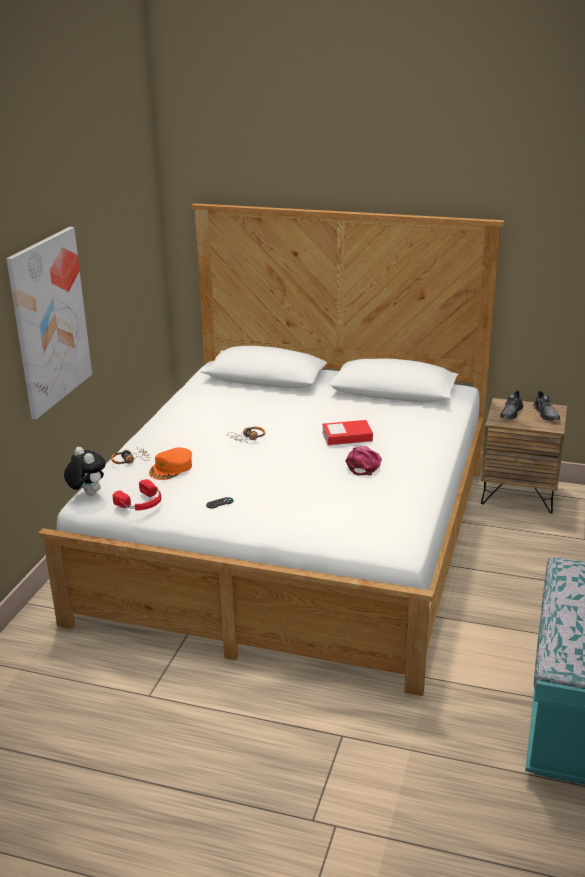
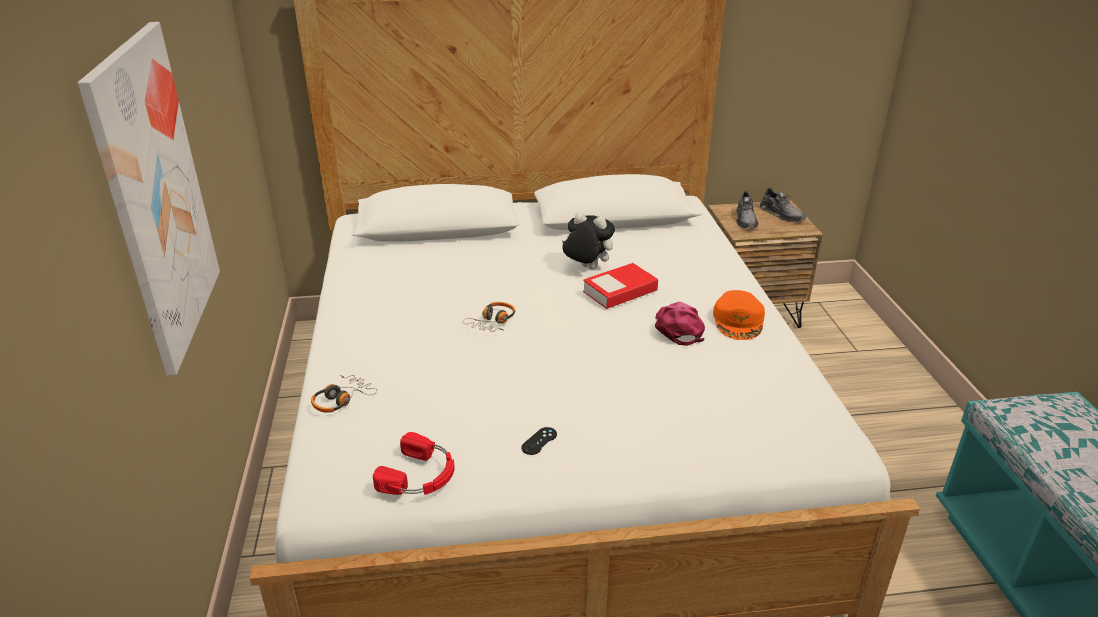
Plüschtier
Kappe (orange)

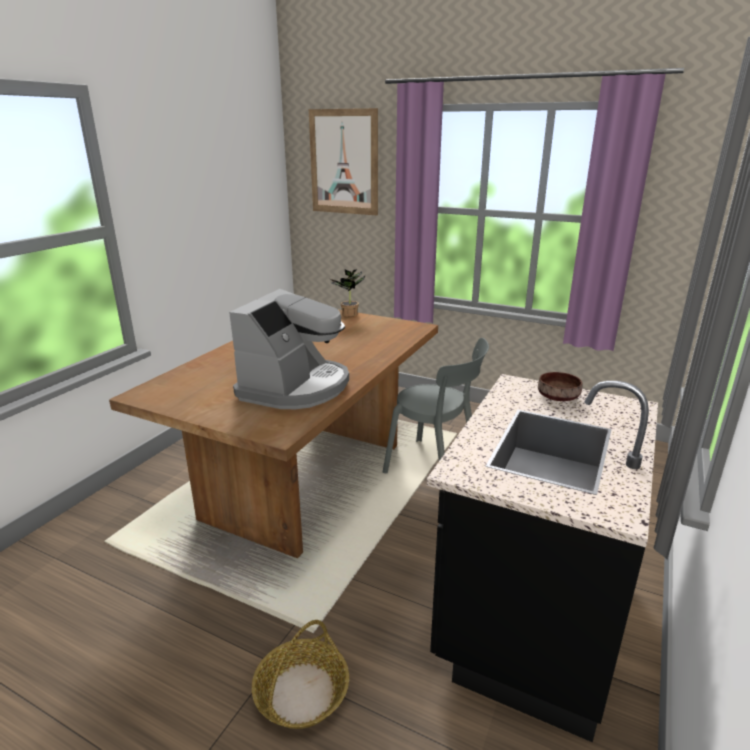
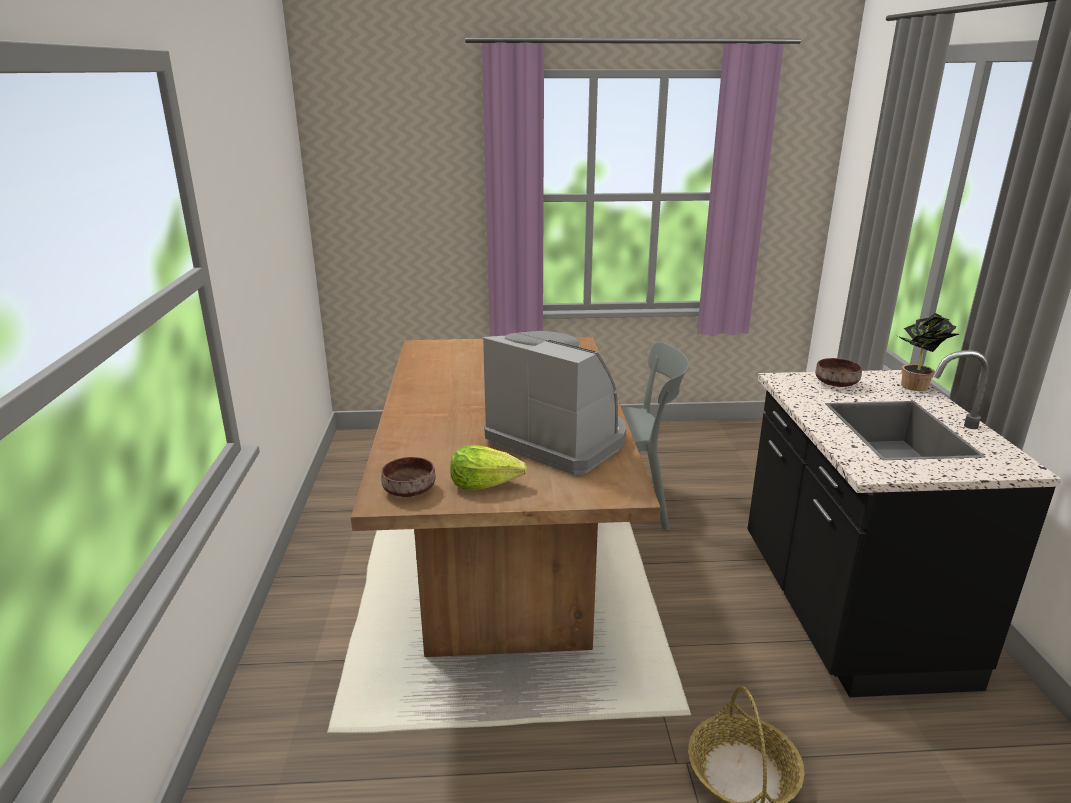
Schüssel (braun) (1st from left)
Salatkopf
Kaffeemaschine
Topfpflanze
Bild

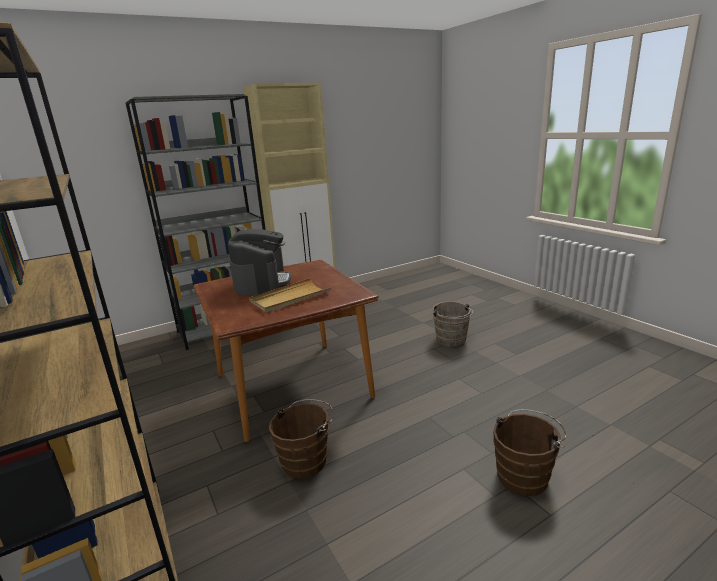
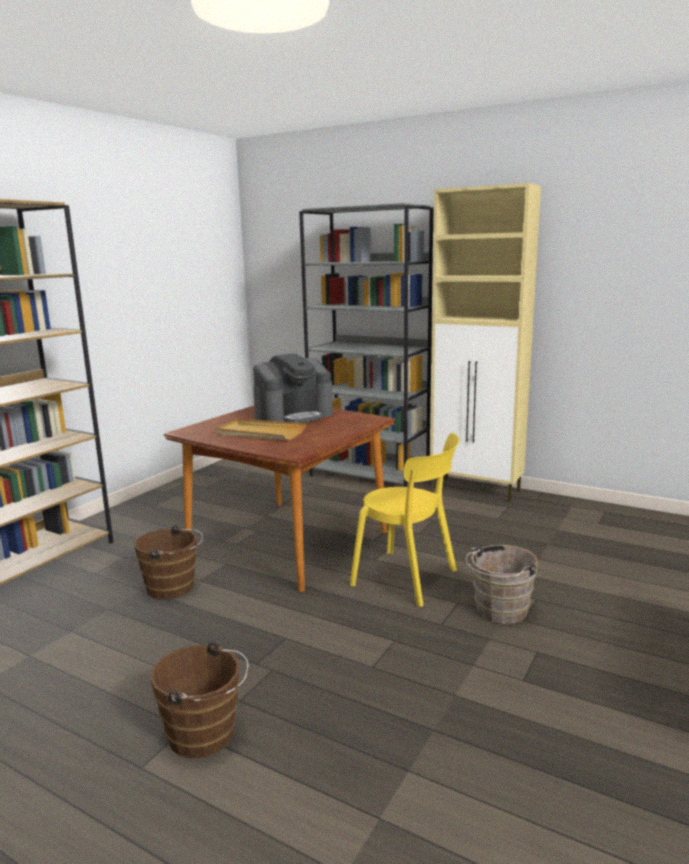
Stuhl (gelb)

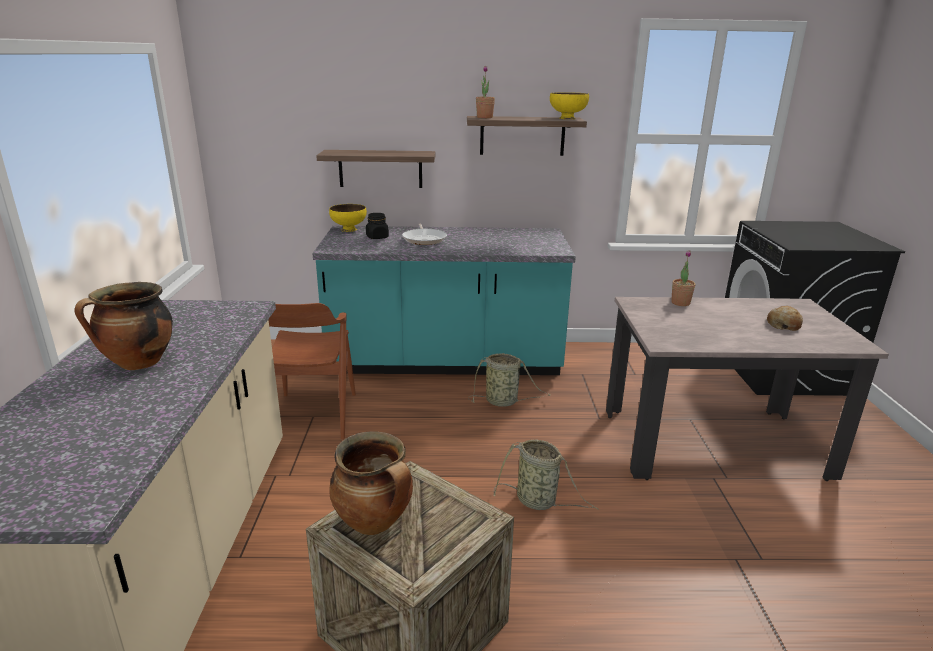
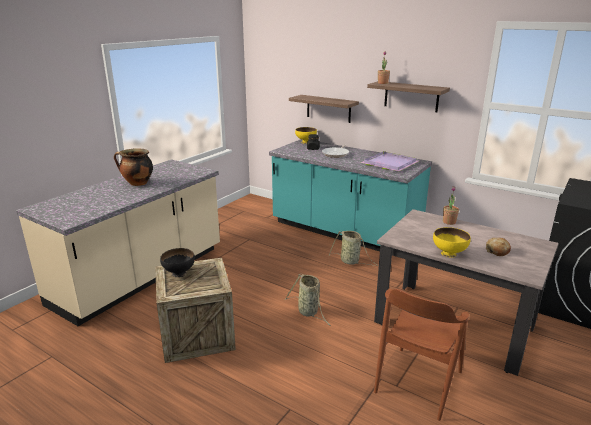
Schüssel (schwarz)
Tablett (lila)
Stuhl (braun)
Schüssel (gelb) (2nd from left)

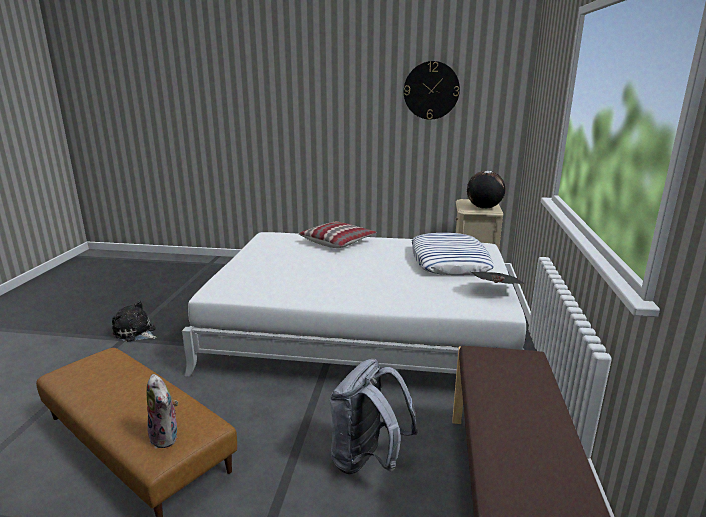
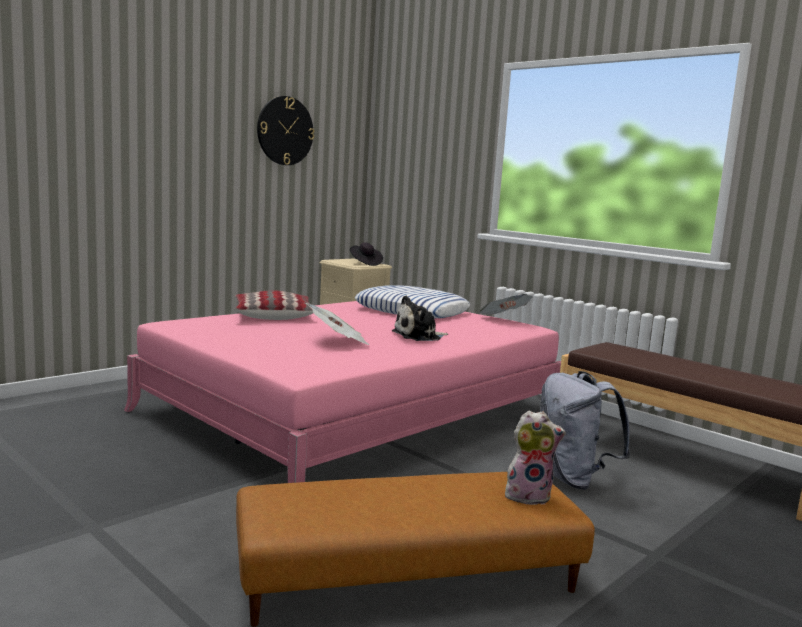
Bett (rosa)
Zeitung (1st from left)
Hut (schwarz)
Plüschtier (1st from left)

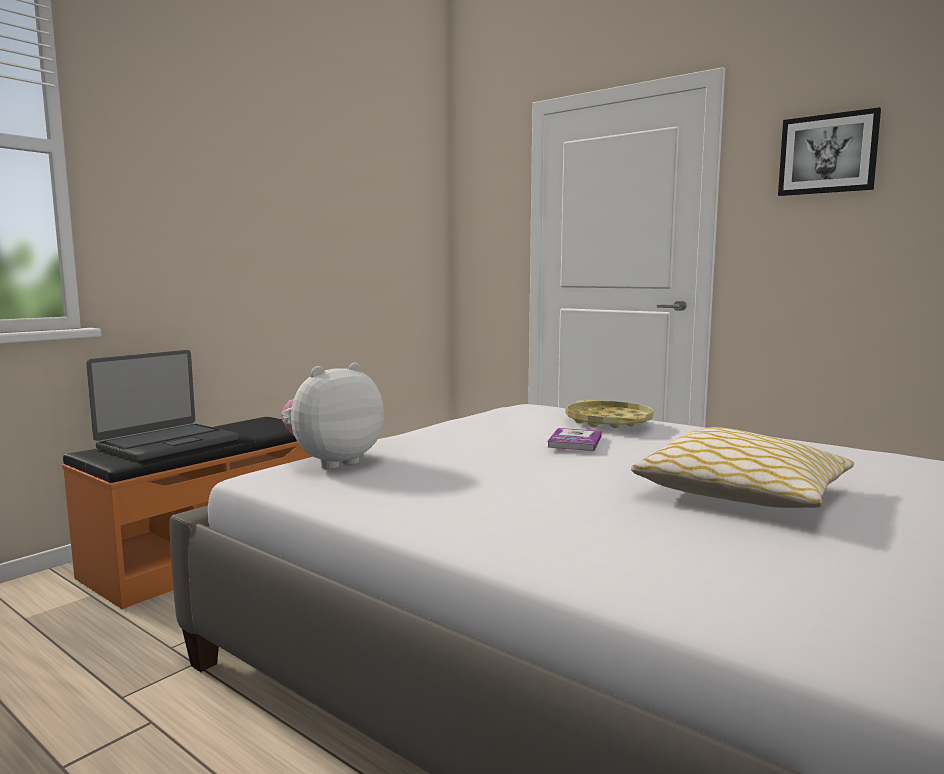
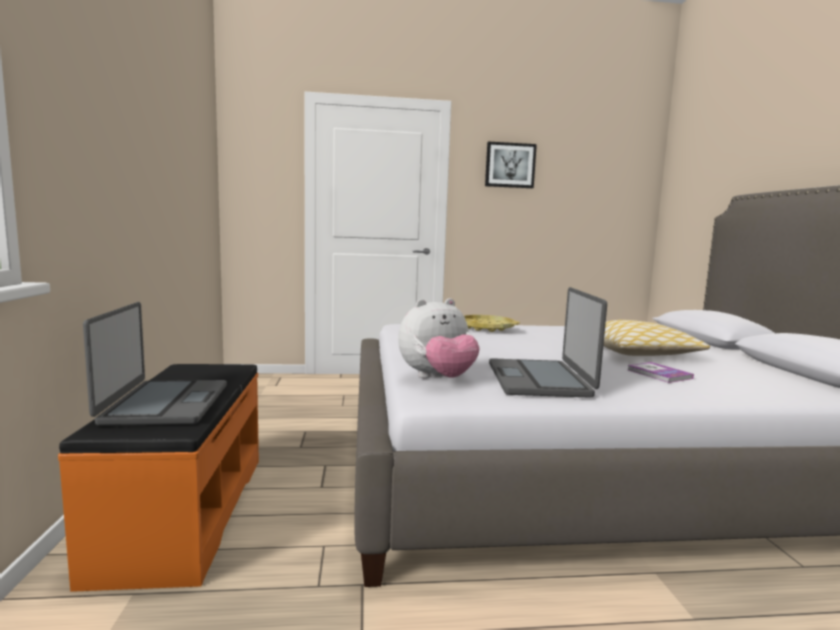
Plüschtier
Laptop (2nd from left)
Buch

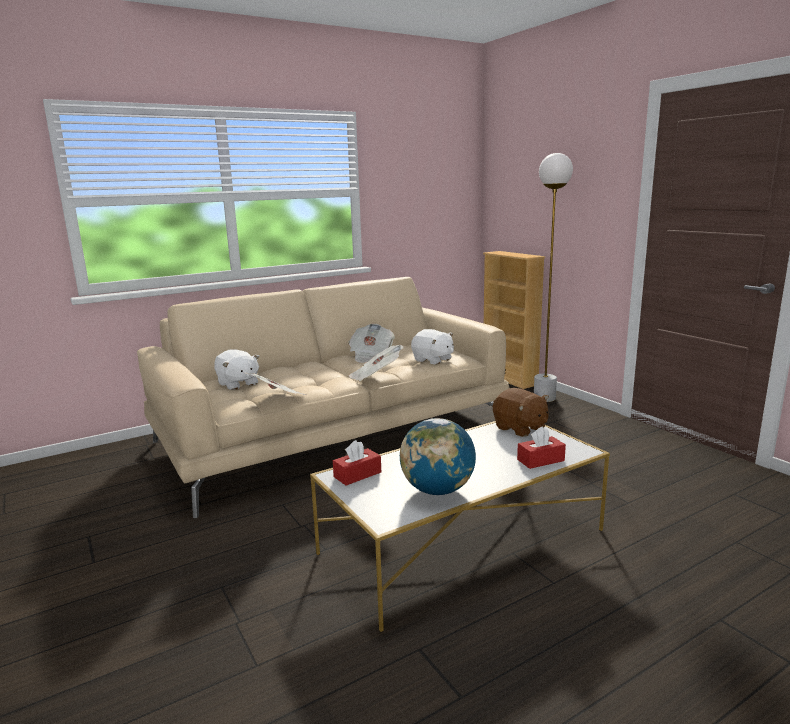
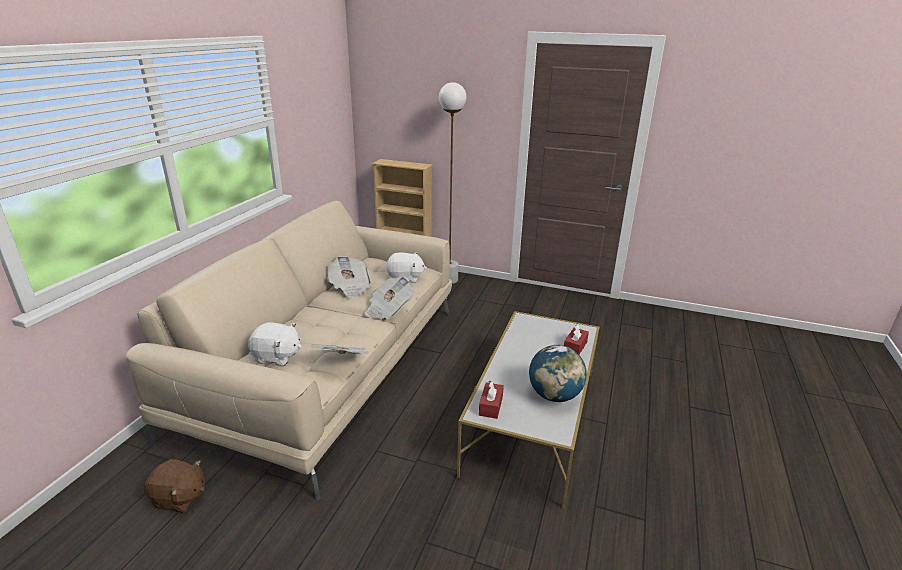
Plüschtier (braun)

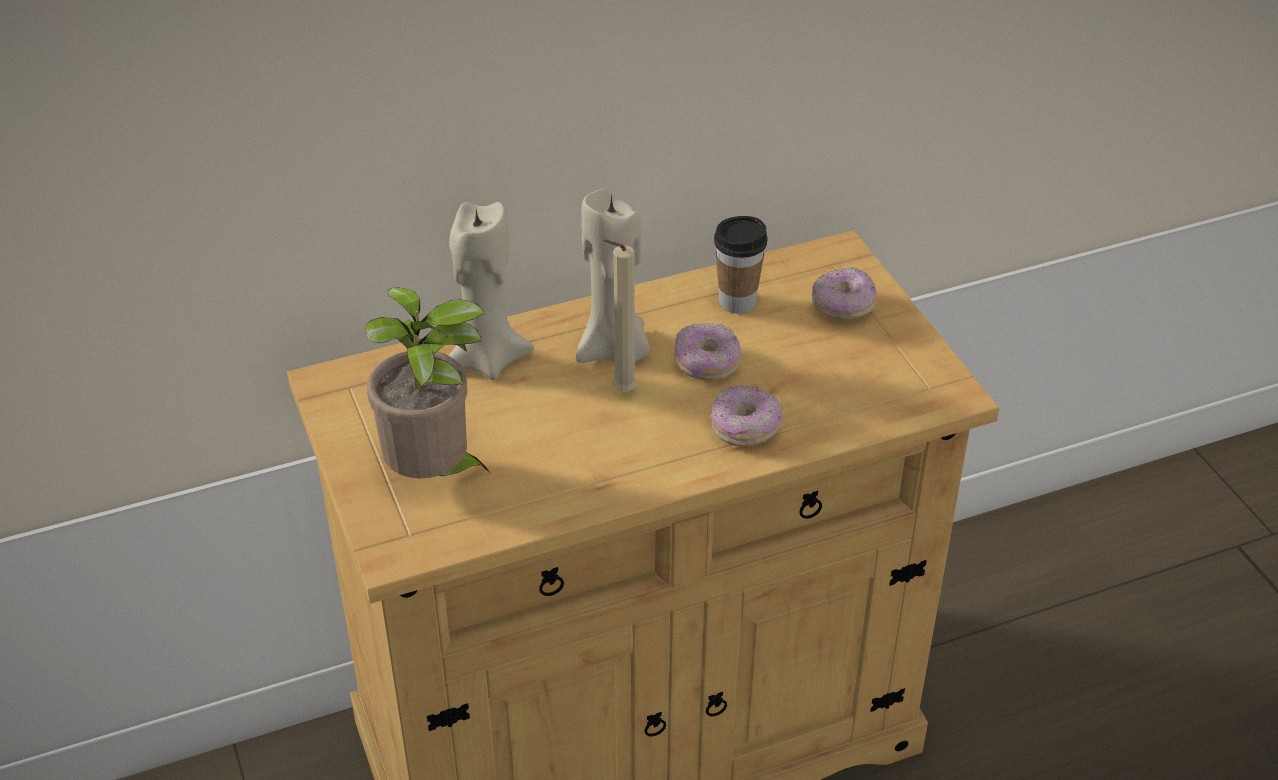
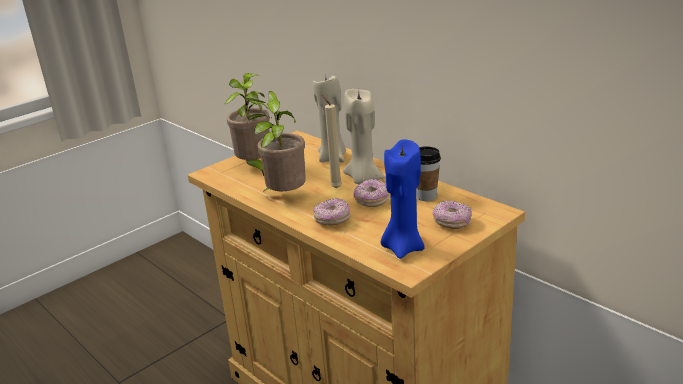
Topfpflanze (2nd from left)
Kerze (blau)

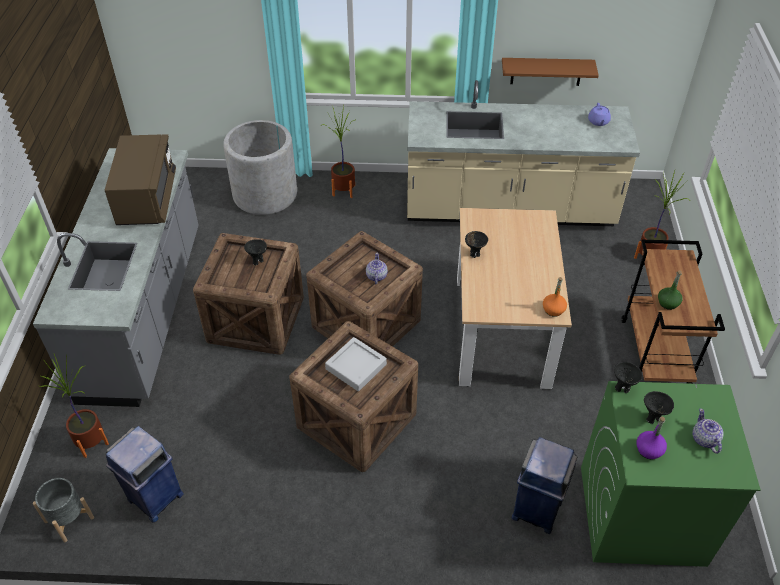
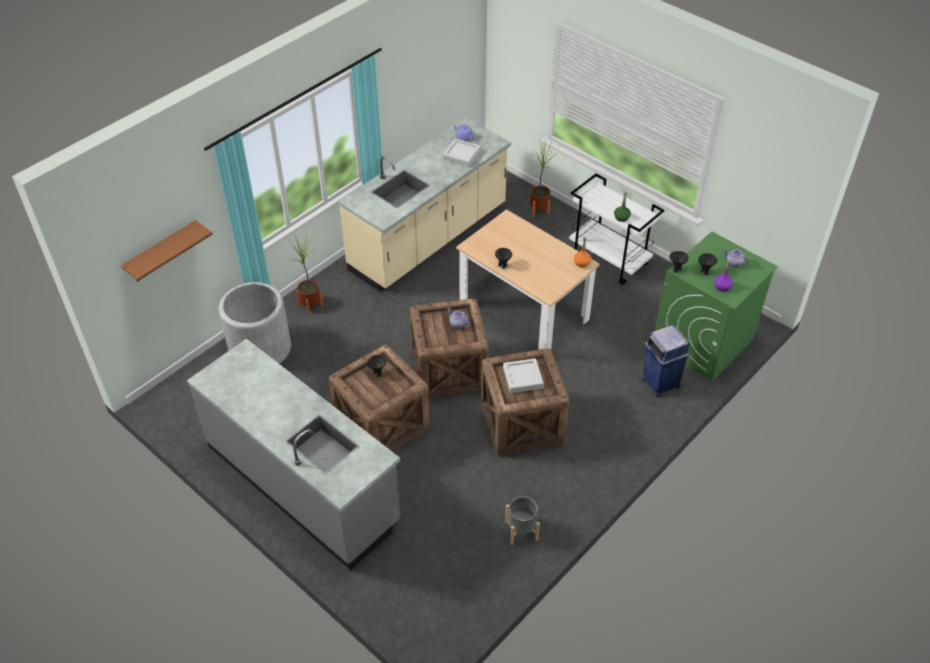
Wandregal (braun)
Tablett (grau) (1st from left)
Pflanzkübel (grau) (2nd from left)
Rollwagen (weiß)
Topfpflanze (1st from left in the first image)
Mikrowelle (braun)
Mülleimer (blau) (1st from left in the first image)

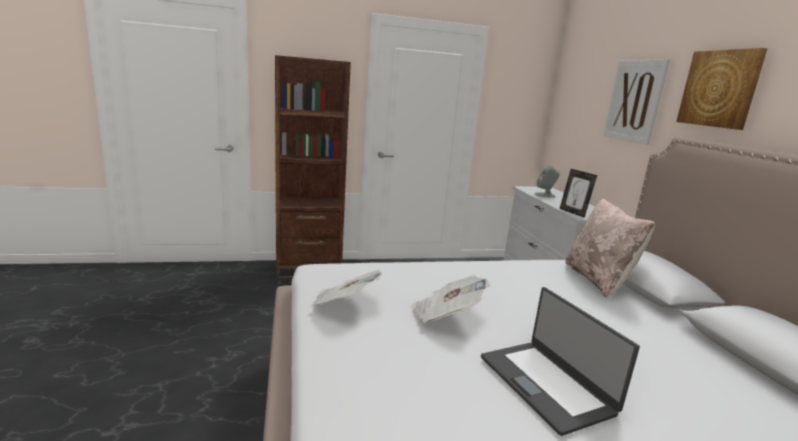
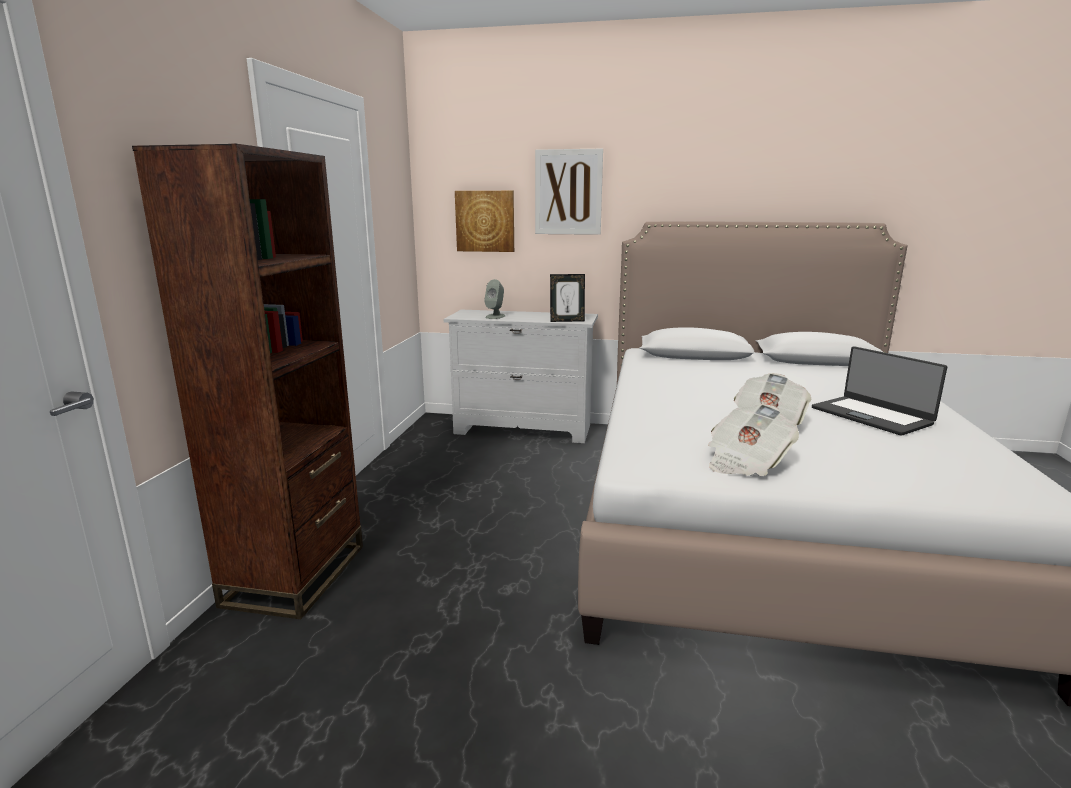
Bild (1st from left)
Laptop
Kissen (beige)

